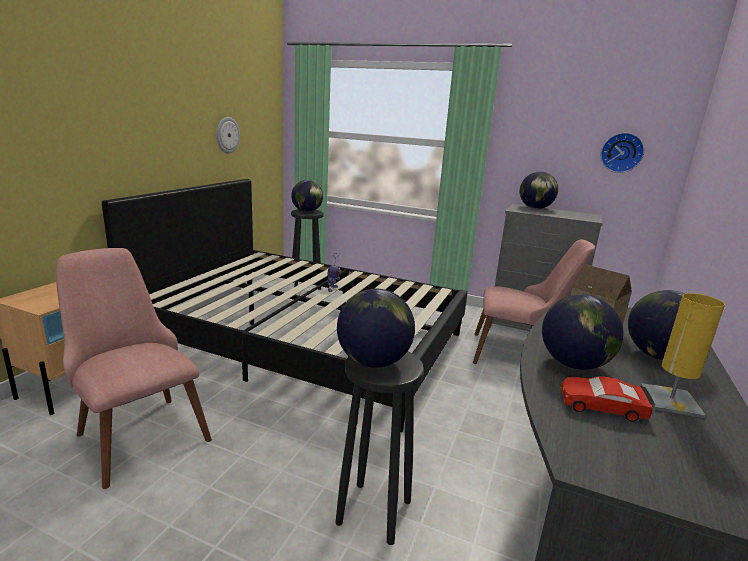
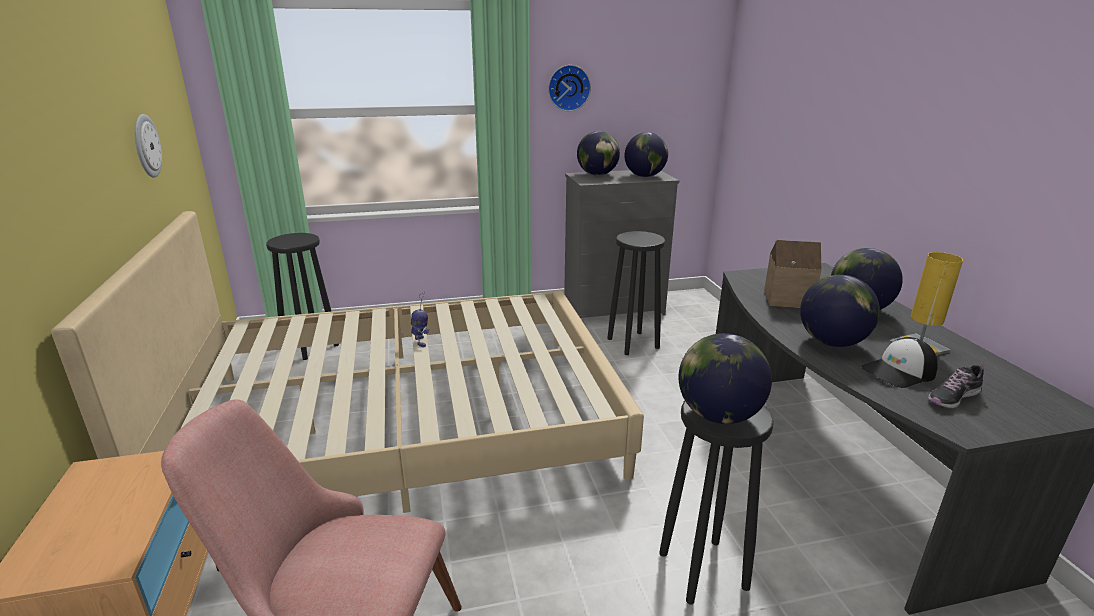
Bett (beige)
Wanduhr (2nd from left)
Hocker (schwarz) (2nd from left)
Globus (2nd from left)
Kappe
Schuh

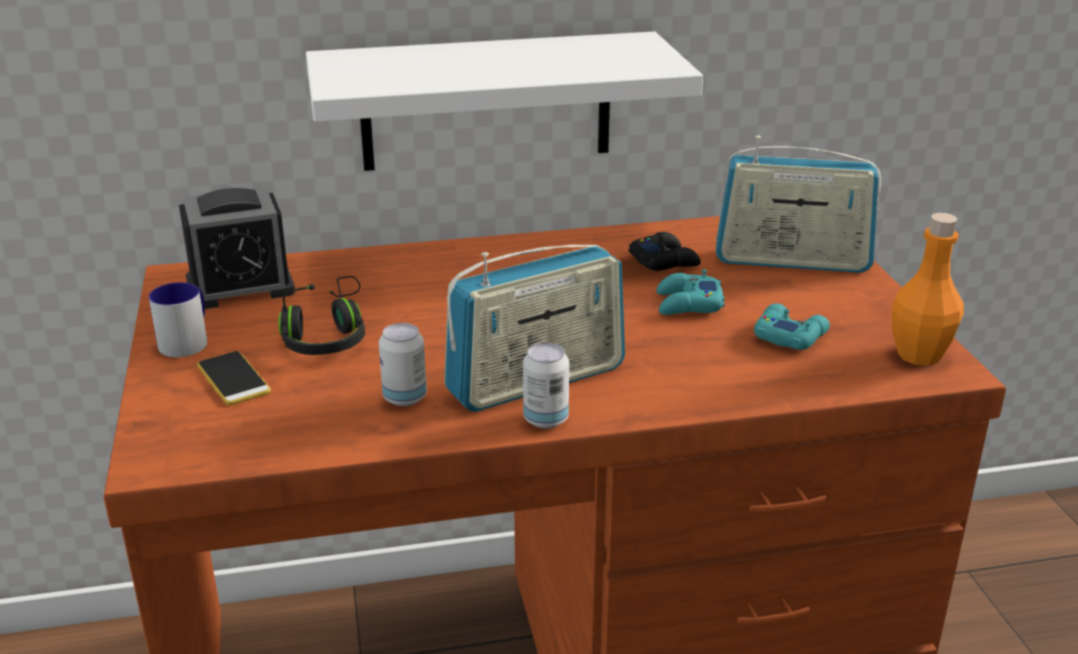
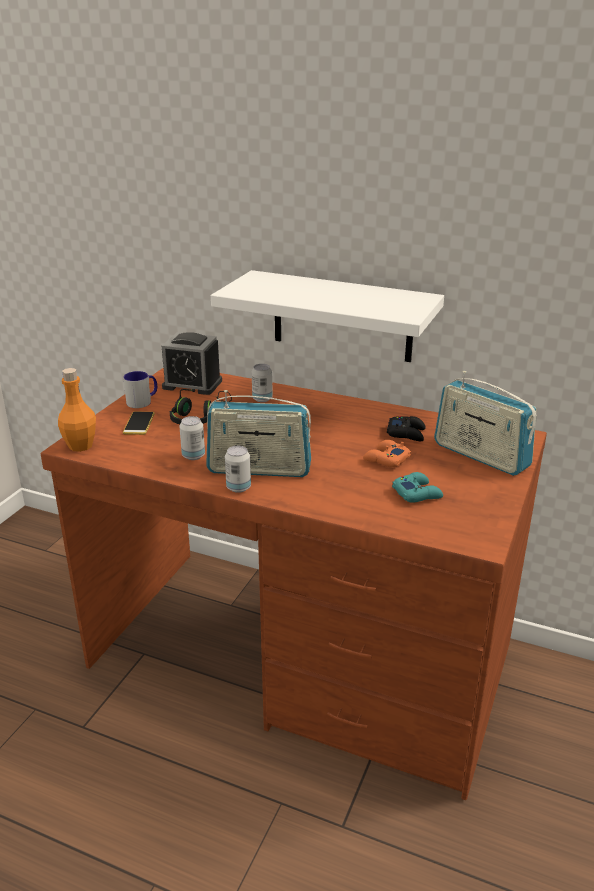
Flasche (orange)
Dose (3rd from left)
Gamepad (orange)

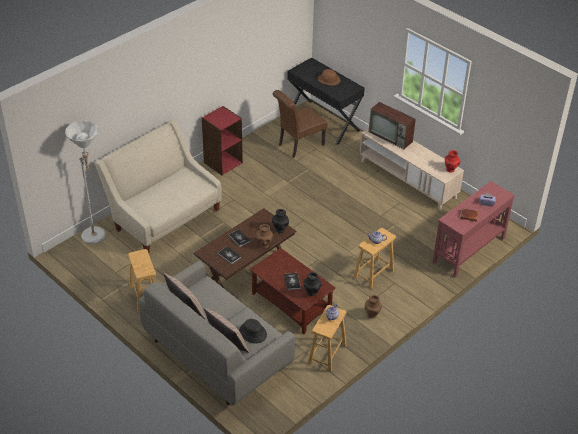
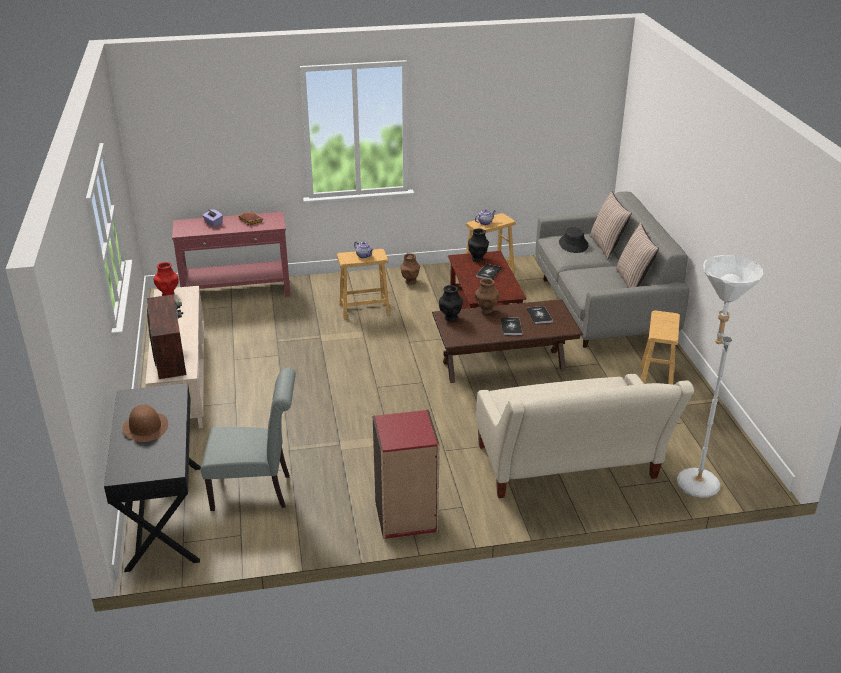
Stuhl (grau)

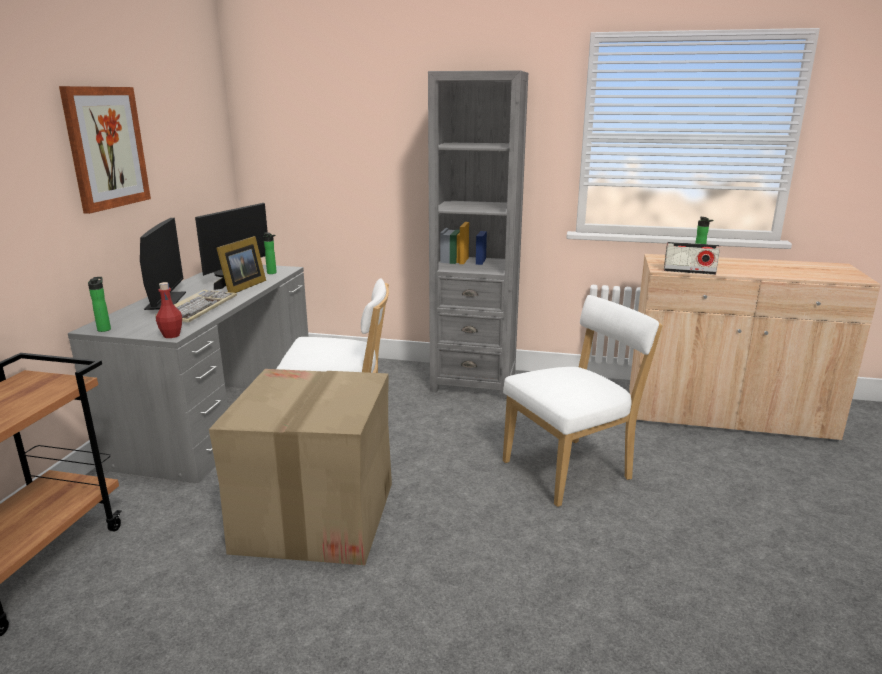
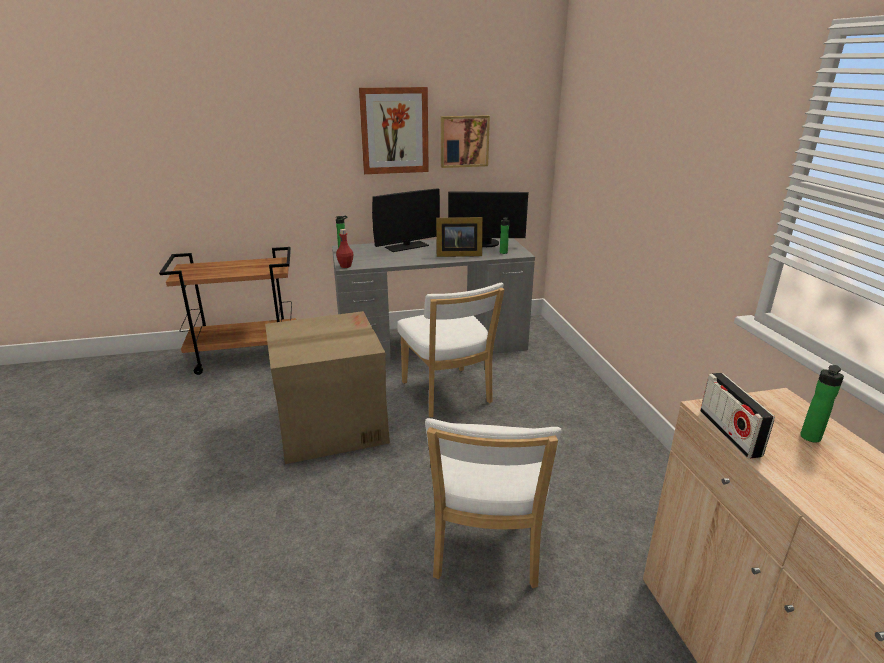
Stuhl (weiß) (2nd from left)
Bild (2nd from left)
Tastatur
Bücherregal (grau)

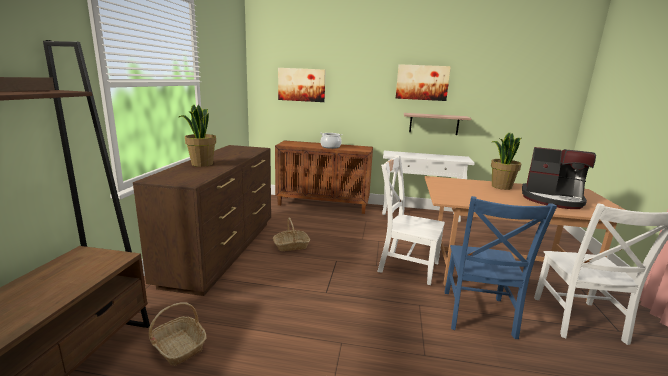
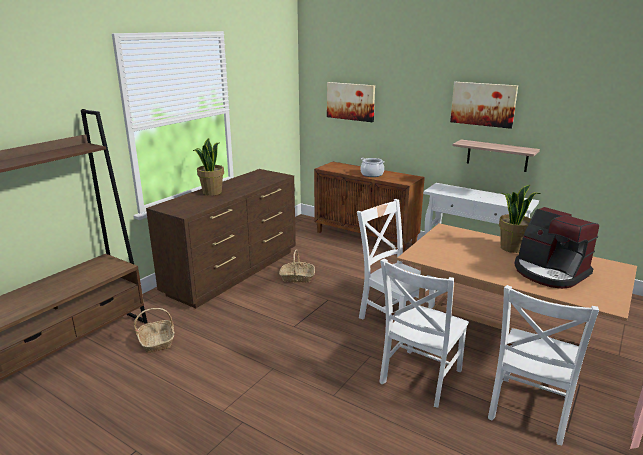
Stuhl (weiß) (2nd from left)

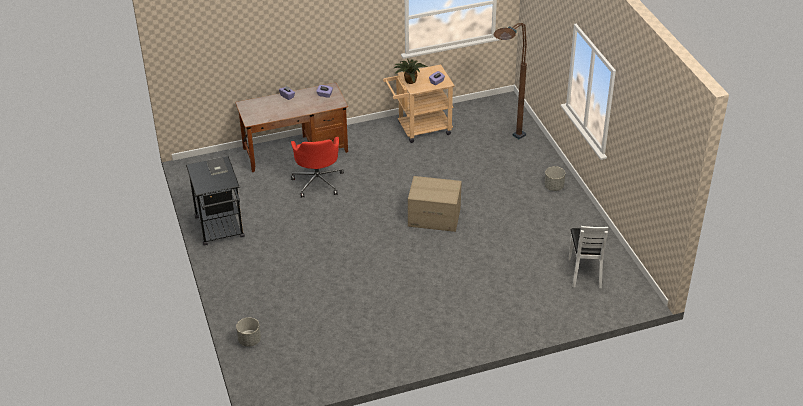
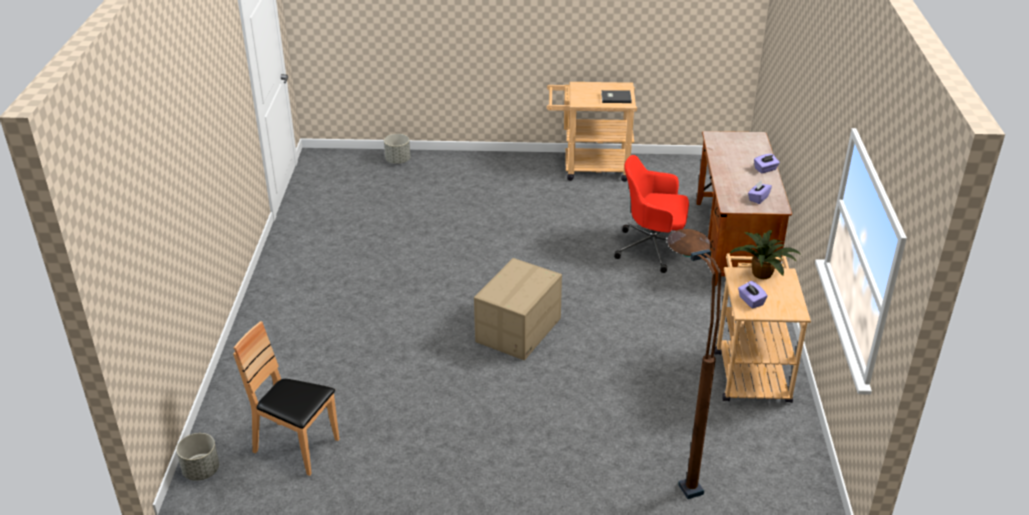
Pflanzkübel (grau) (1st from left)
Stuhl (braun)
Rollwagen (beige) (1st from left)

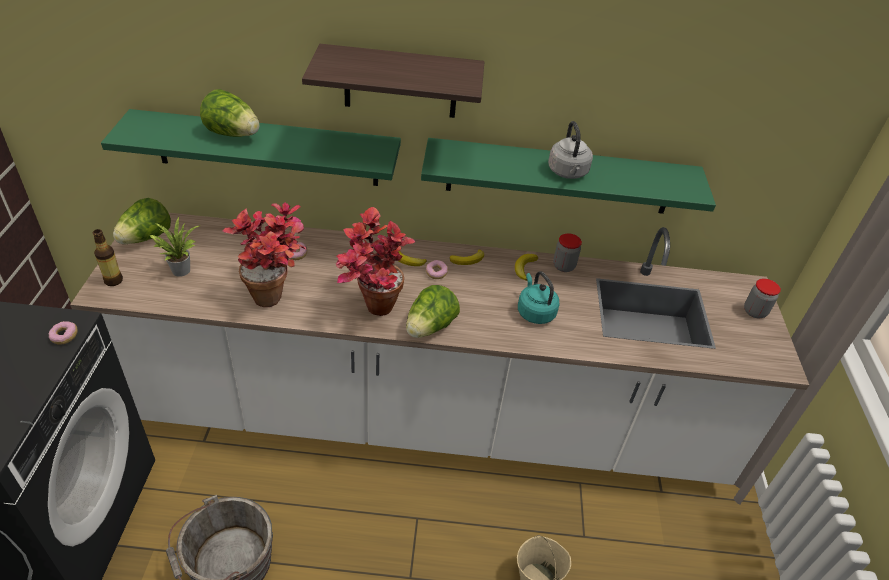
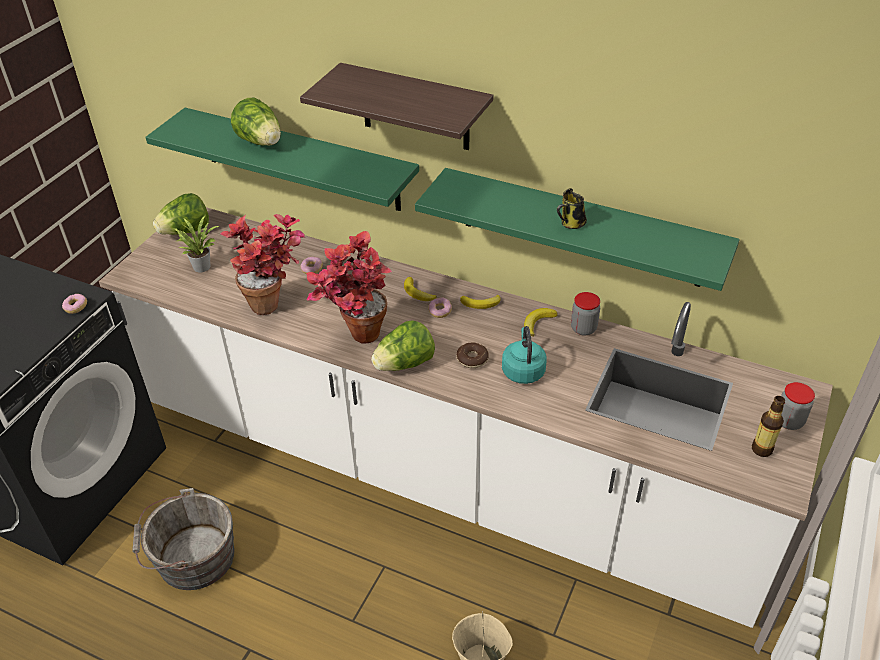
Donut (4th from left)
Henkelbecher
Flasche

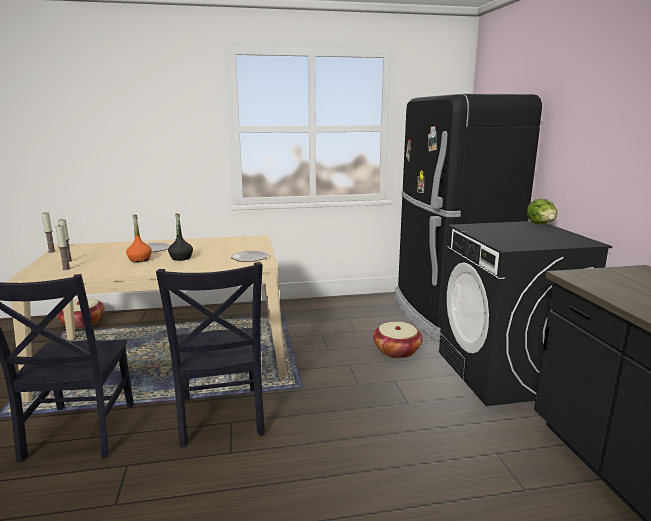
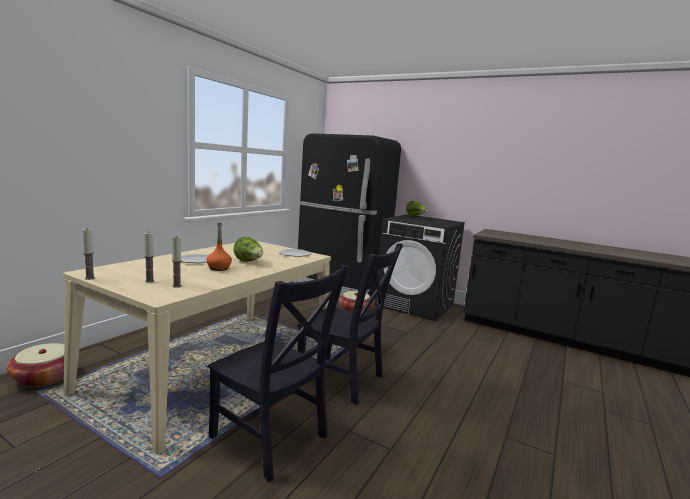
Salatkopf (1st from left)

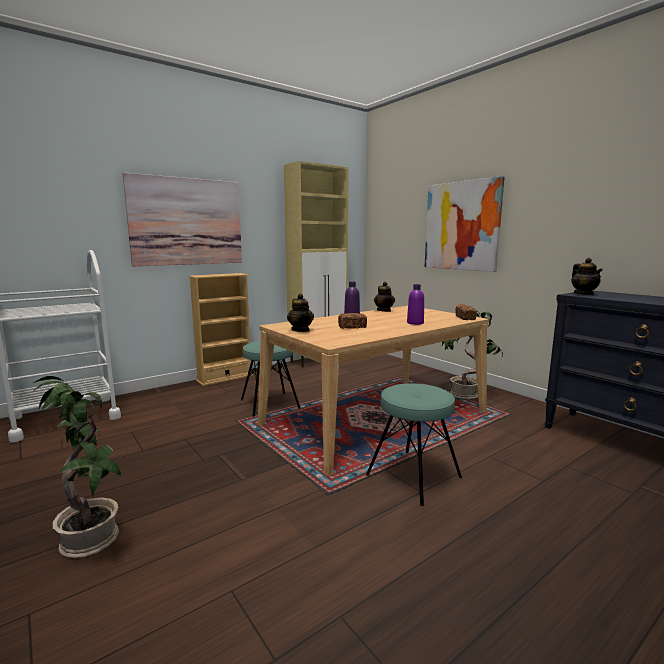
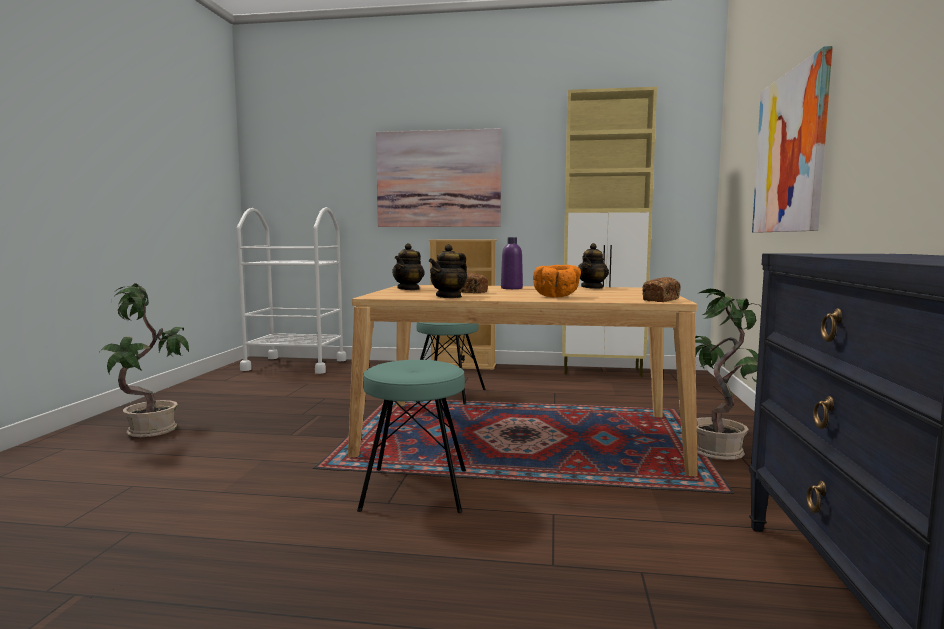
Teekanne (2nd from left)
Schüssel (orange)

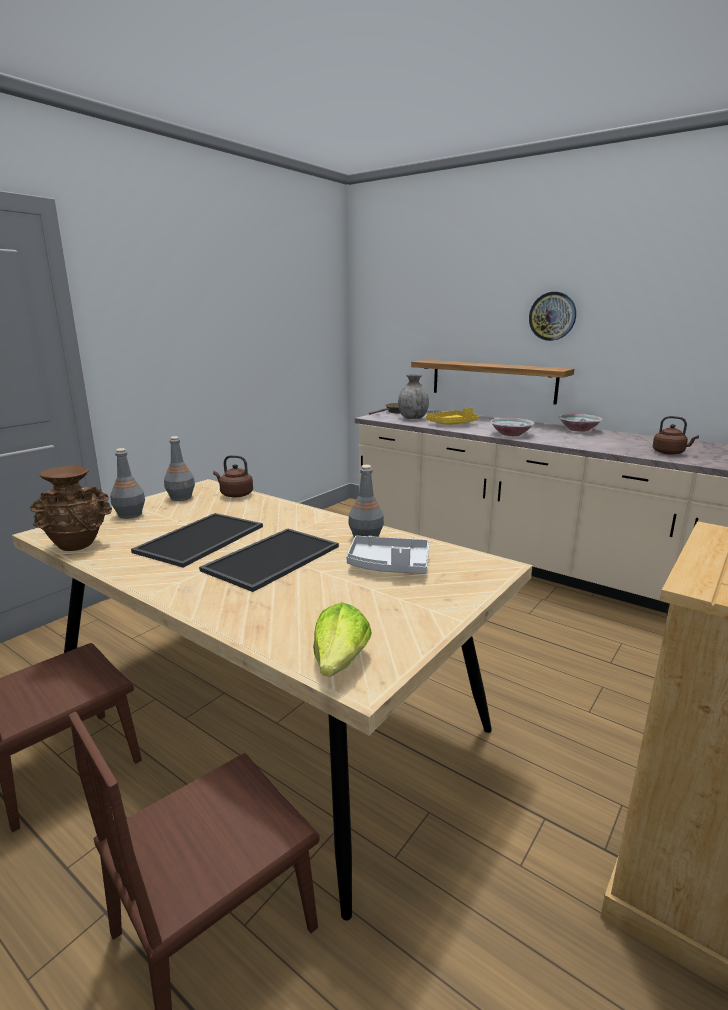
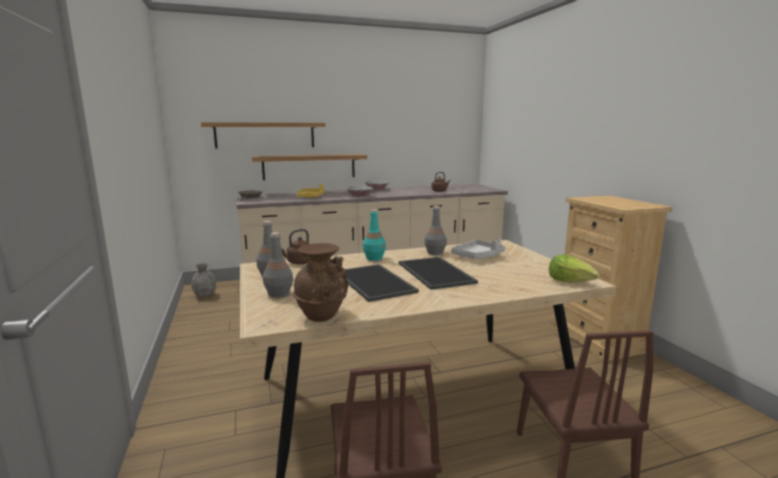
Vase (grau)
Wandregal (1st from left)
Flasche (türkis)
Wanduhr

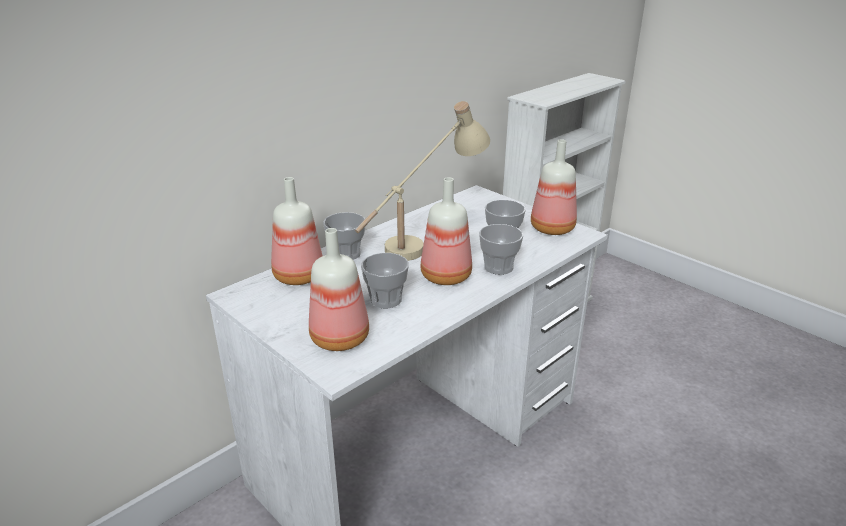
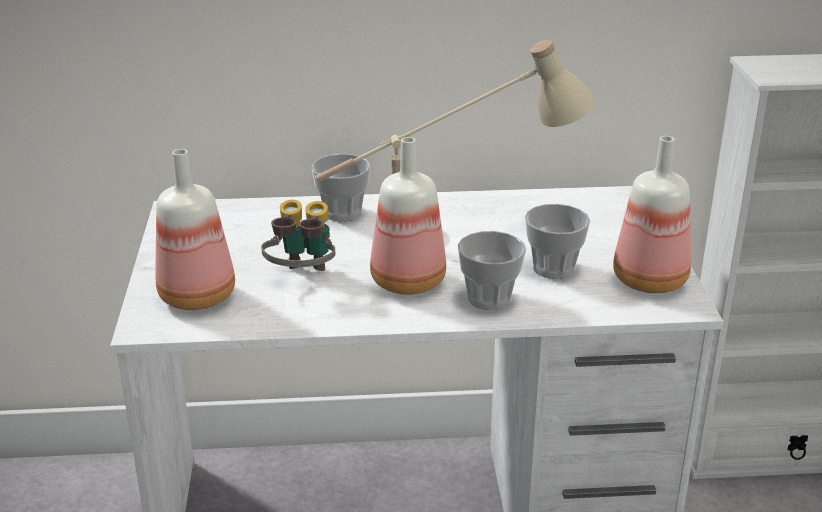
Fernglas
Flasche (1st from left in the first image)

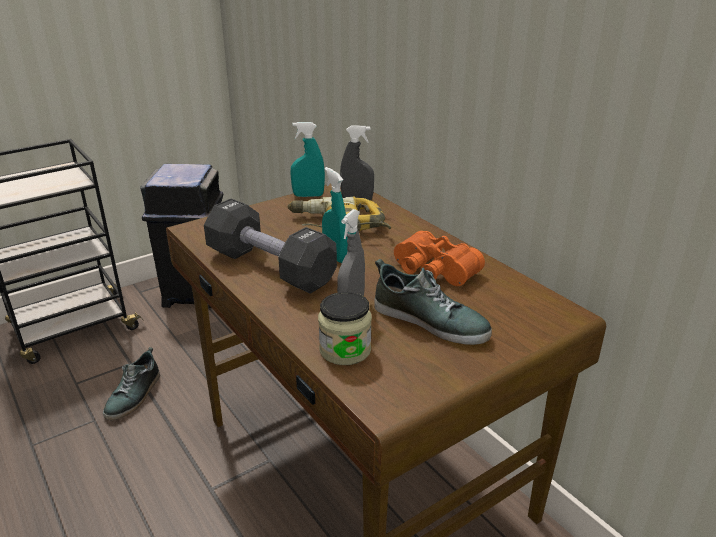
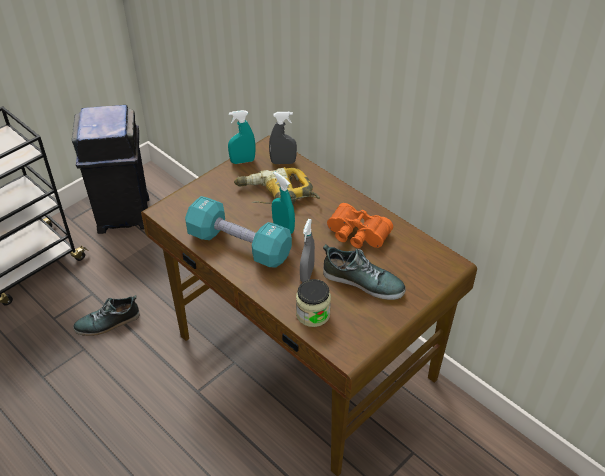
Schuh (1st from left)
Hantel (türkis)

